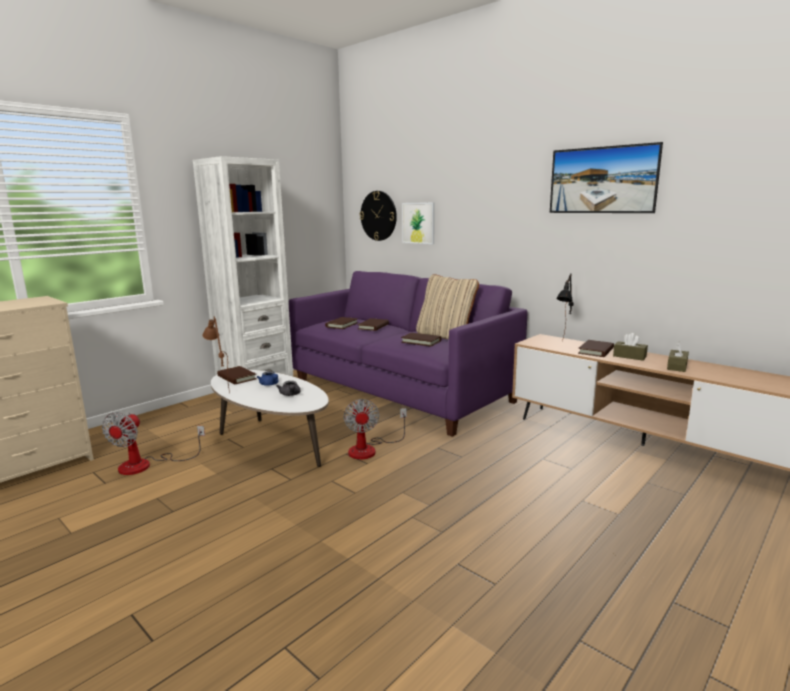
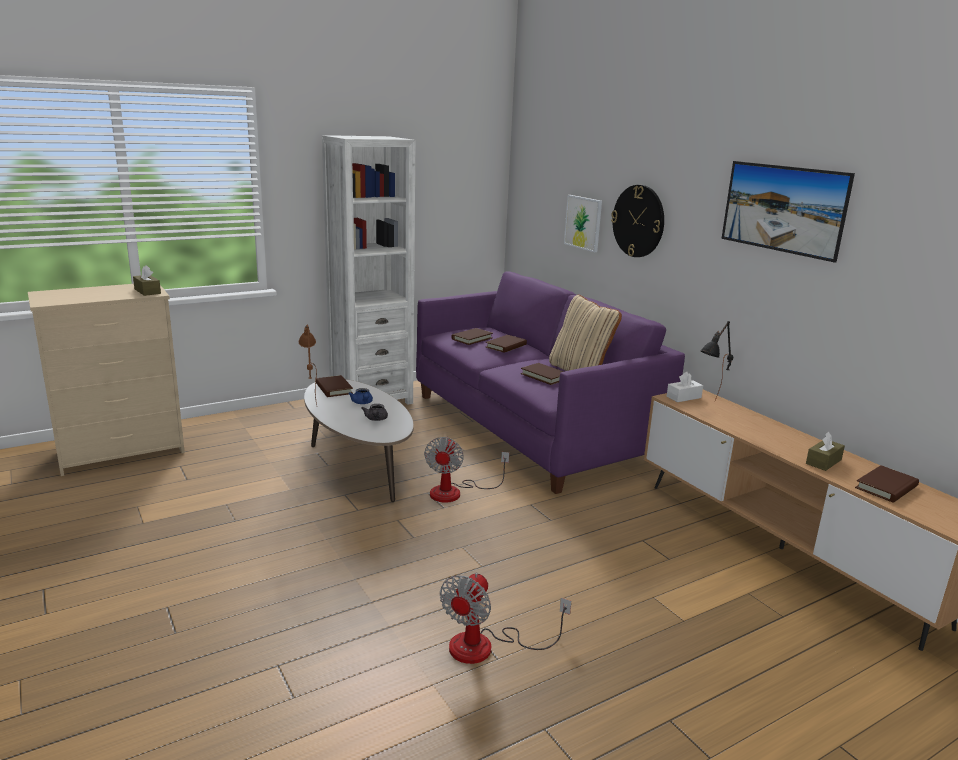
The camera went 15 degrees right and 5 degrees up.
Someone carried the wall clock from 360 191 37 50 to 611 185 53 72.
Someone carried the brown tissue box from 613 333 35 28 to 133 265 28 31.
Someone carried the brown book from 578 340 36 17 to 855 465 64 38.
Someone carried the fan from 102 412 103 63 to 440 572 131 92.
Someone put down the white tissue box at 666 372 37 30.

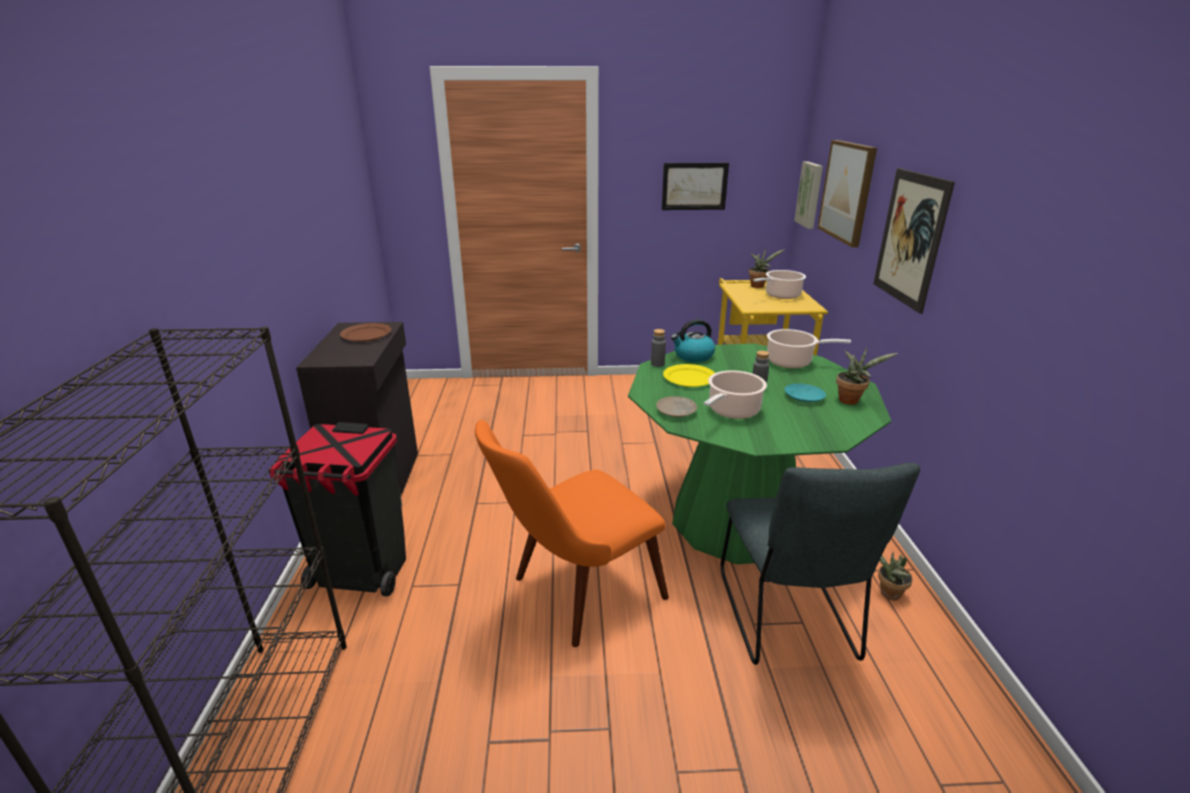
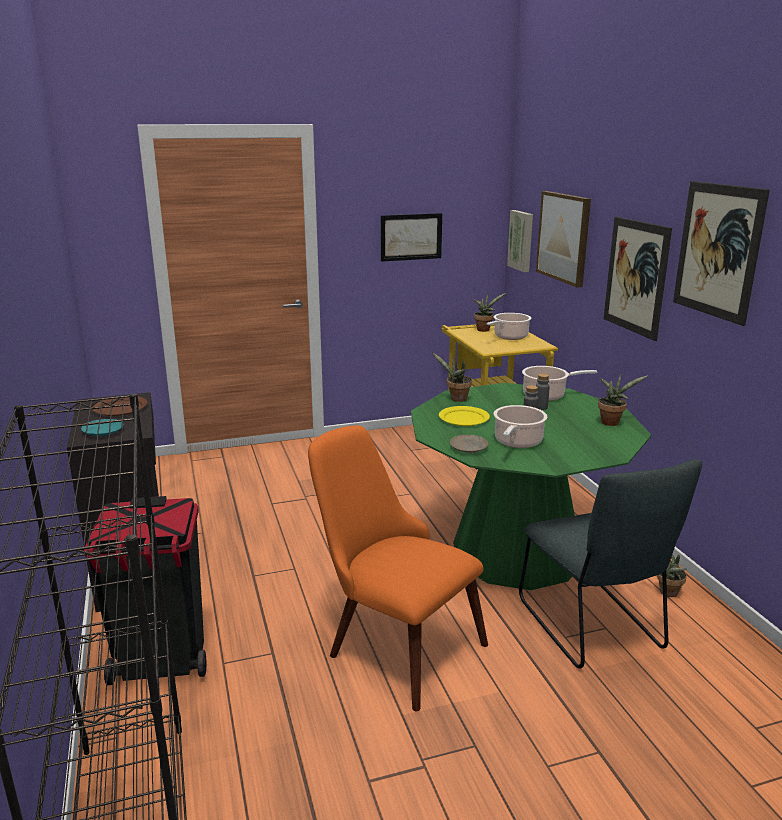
The camera went 15 degrees left and 5 degrees down.
Someone swapped the kettle at 671 319 44 43 for the potted plant at 432 353 40 49.
Someone carried the grey bottle from 651 329 15 38 to 536 373 14 37.
Someone carried the turquoise plate from 784 384 42 18 to 81 419 43 17.
Someone rotated the orange chair at 475 420 194 227 by 90 degrees clockwise.
Someone put up the picture at 673 181 97 145.

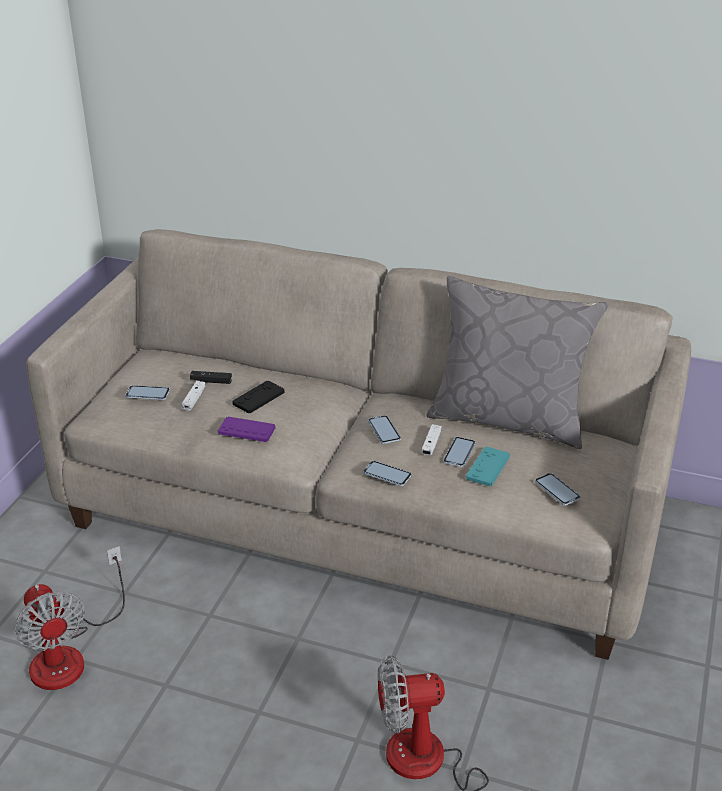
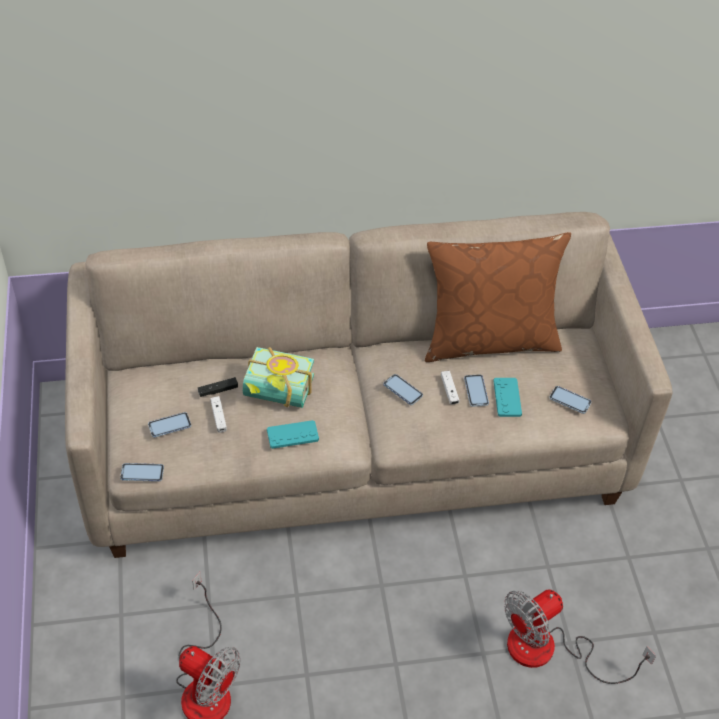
The camera went 30 degrees left and 15 degrees up.
Someone repainted the grey pillow at 426 276 182 173, which became the brown pillow at 425 232 146 130.
Someone swapped the black game controller at 233 381 51 32 for the book at 243 347 71 61.
Someone repainted the purple game controller at 218 417 57 25, which became the turquoise game controller at 267 420 52 29.
Someone carried the phone from 363 461 49 25 to 120 463 44 19.

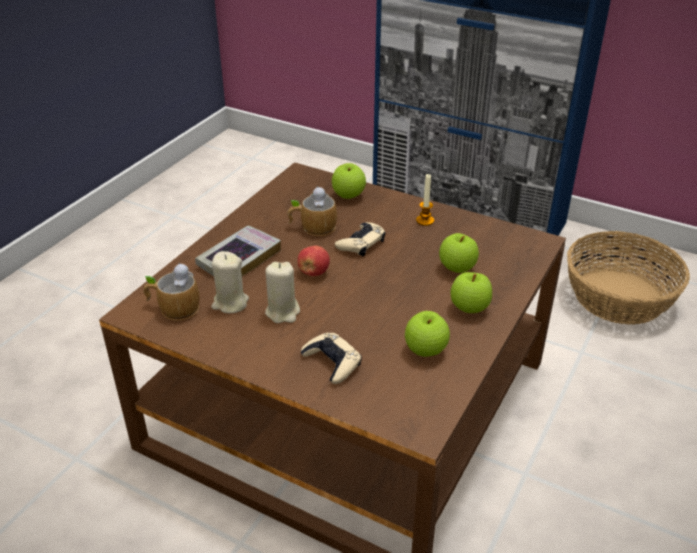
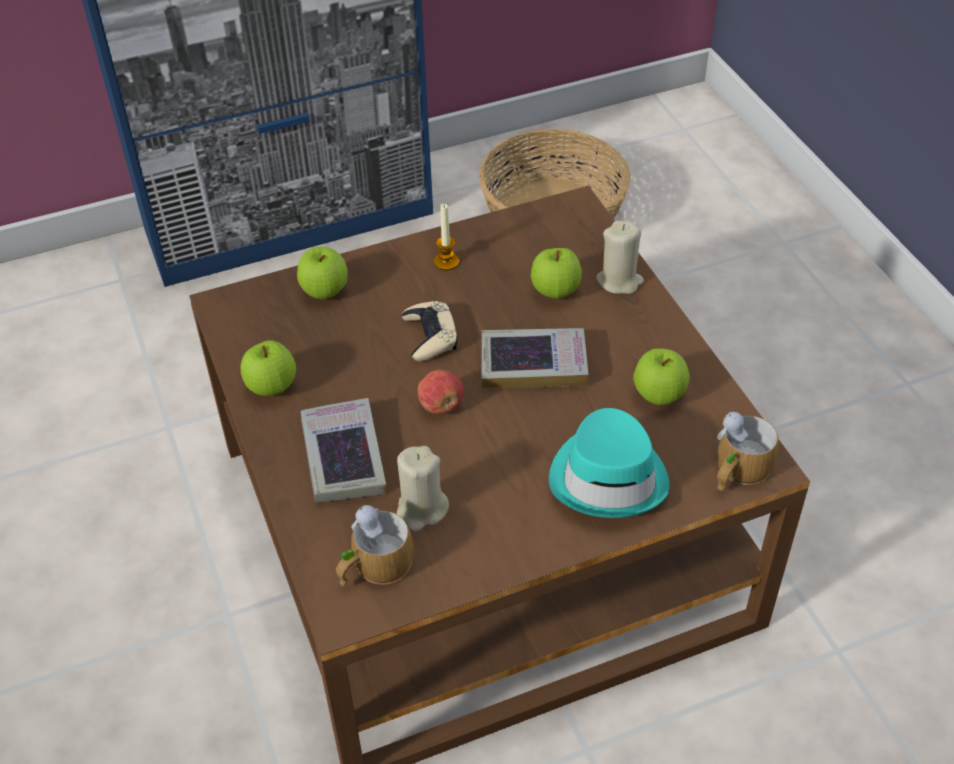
The camera went 50 degrees left and 10 degrees up.
Someone carried the mug from 287 186 50 50 to 717 412 62 79.
Someone carried the beige candle from 265 262 35 61 to 596 221 48 73.
Someone carried the apple from 451 272 41 41 to 241 340 55 56.
Someone swapped the beige game controller at 301 333 61 51 for the turquoise hat at 549 408 121 110.
Someone put down the book at 482 328 106 60.

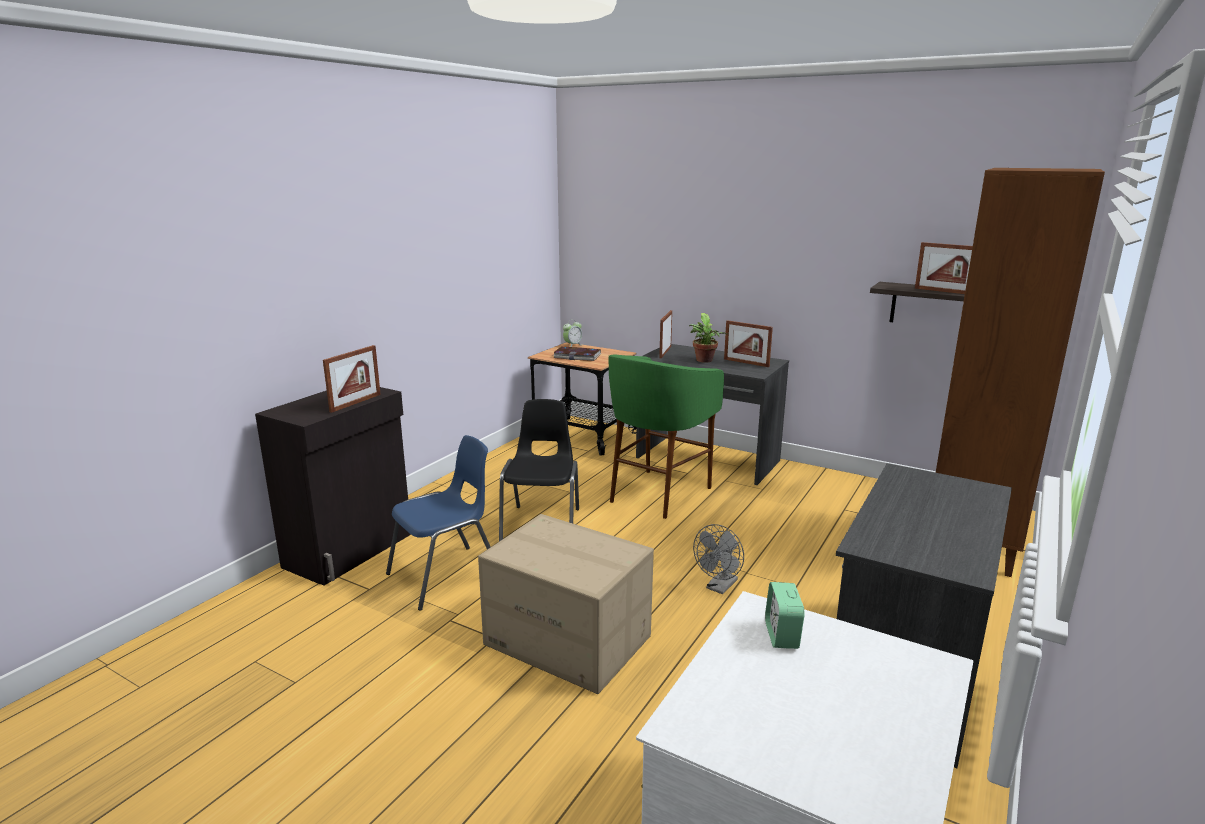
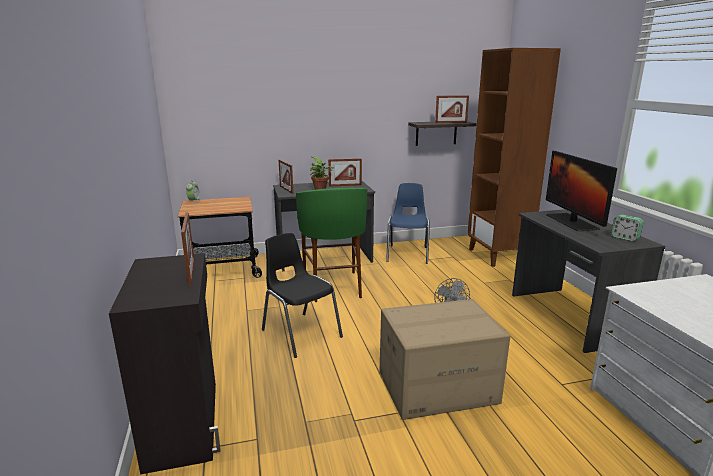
The camera went 45 degrees left and 0 degrees up.
Someone took away the book at 553 347 49 14.
Someone carried the blue chair from 386 435 105 176 to 386 183 44 81.
Someone carried the alarm clock from 765 582 40 67 to 611 215 32 26.
Someone put down the monitor at 546 151 71 80.

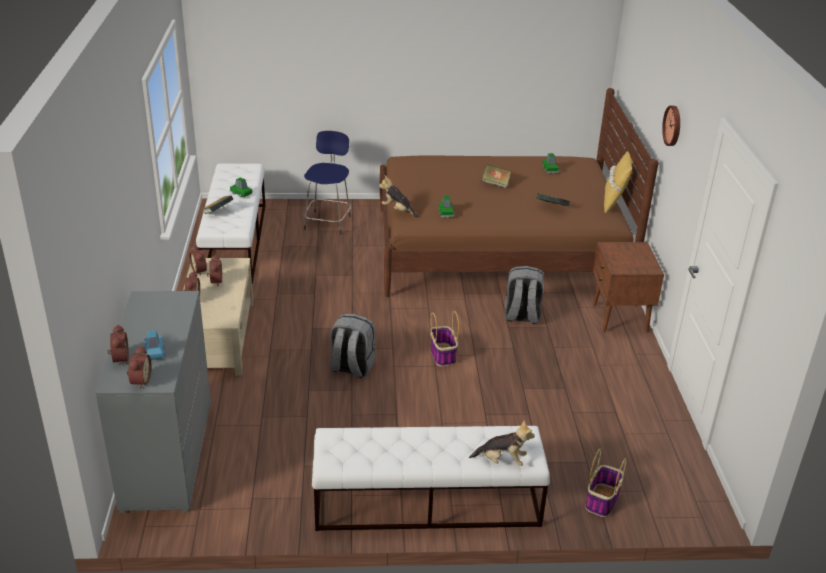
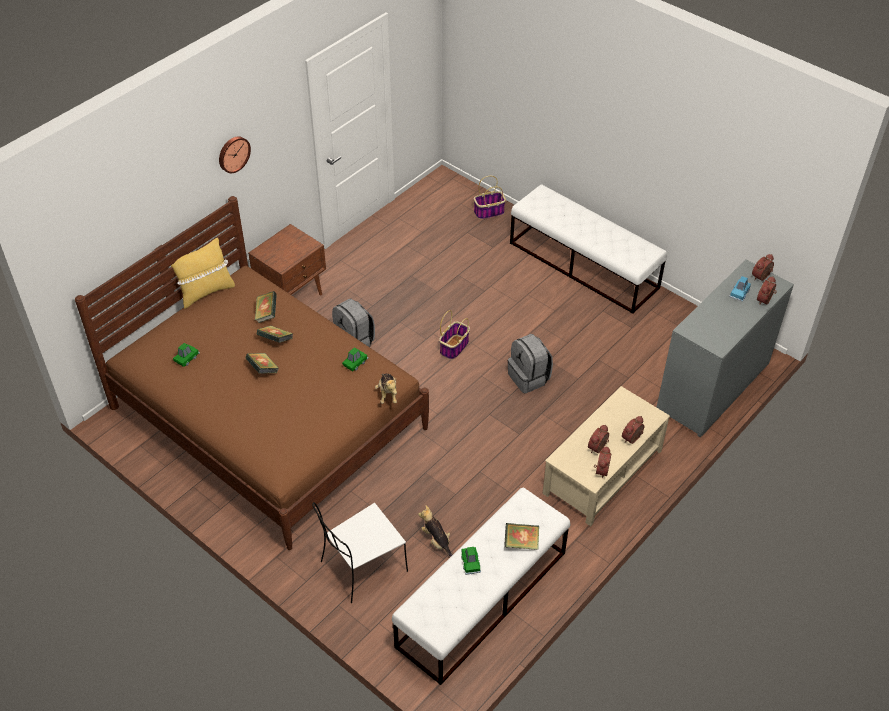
The camera went 135 degrees left and 15 degrees up.
Someone swapped the blue stool at 304 131 47 103 for the white chair at 312 502 96 101.
Someone carried the plush toy from 469 421 66 45 to 418 505 35 52.
Someone put down the book at 257 326 36 17.

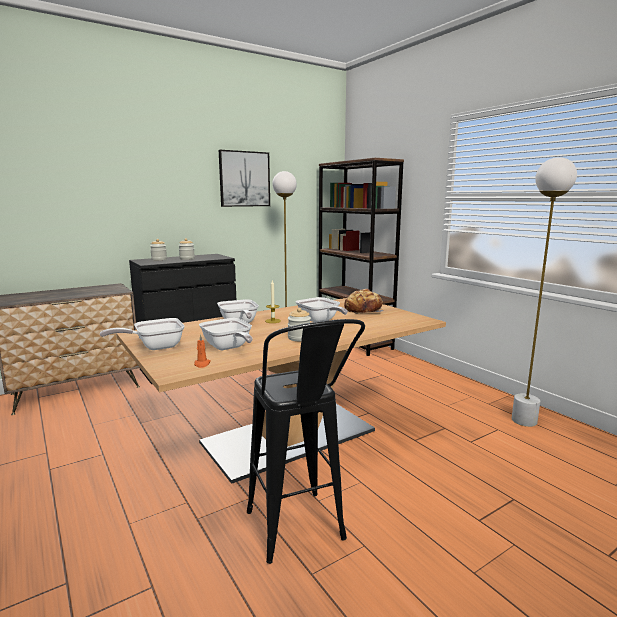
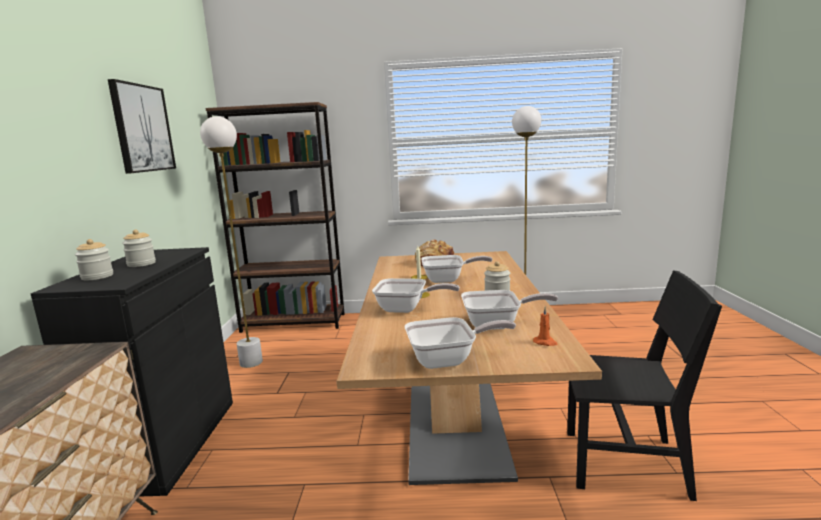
The camera went 55 degrees left and 0 degrees up.
Someone rotated the frying pan at 100 318 85 32 by 105 degrees counterclockwise.
Someone swapped the black stool at 247 319 118 245 for the black chair at 567 270 155 231.

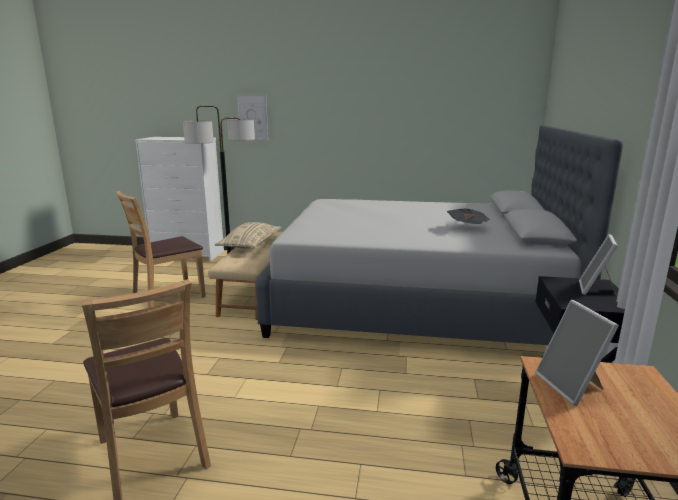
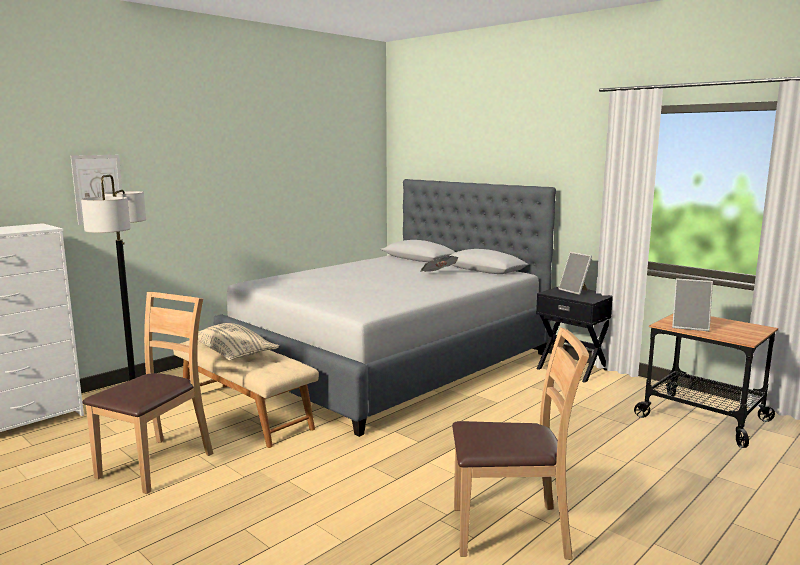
The camera went 55 degrees left and 5 degrees down.
Someone rotated the brown chair at 116 190 90 118 by 150 degrees counterclockwise.

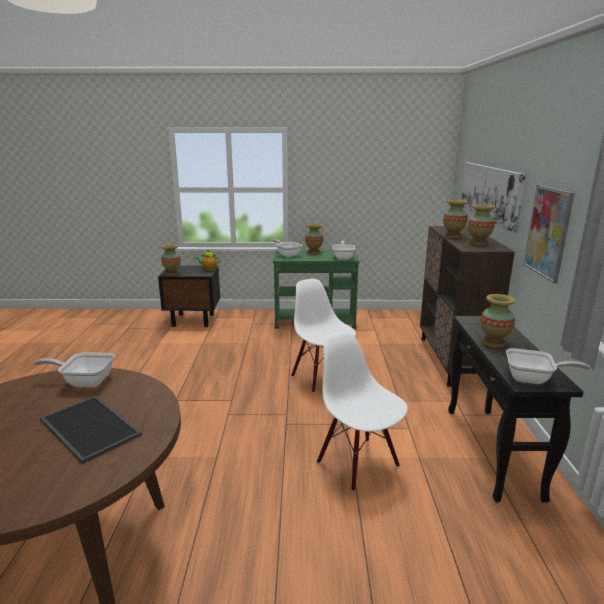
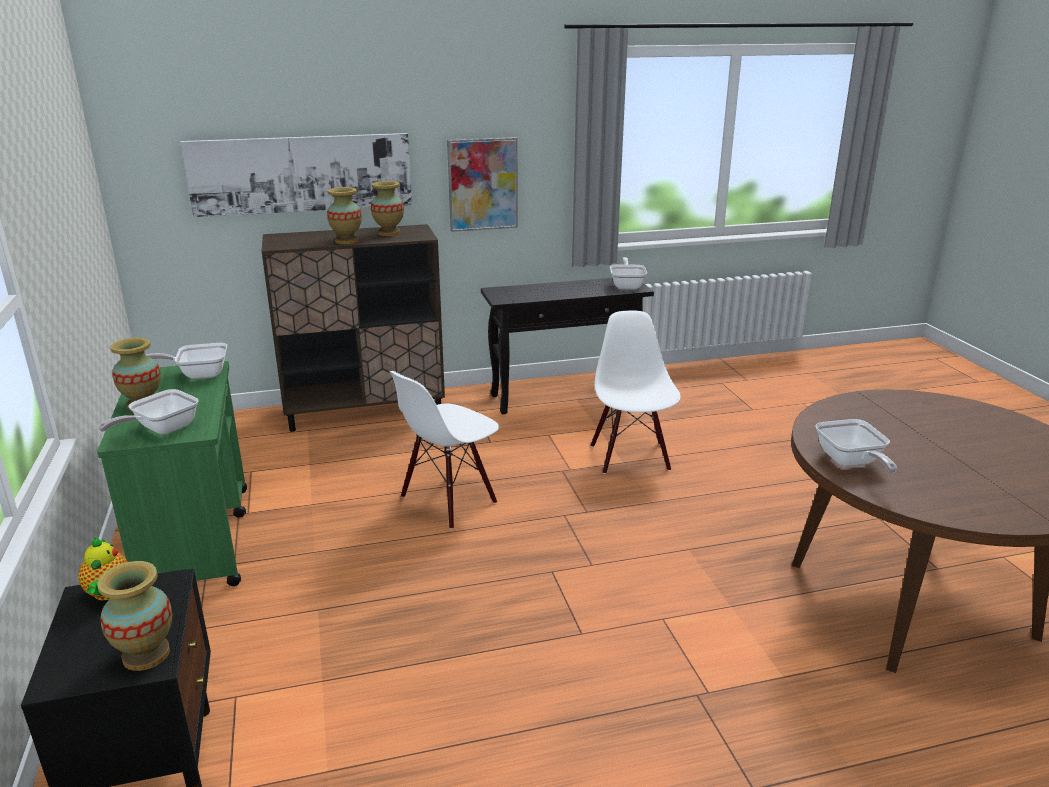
The camera went 105 degrees left and 5 degrees up.
Someone took away the vase at 480 294 35 54.
Someone rotated the white chair at 317 331 91 161 by 135 degrees clockwise.
Someone took away the tray at 40 396 102 68.

